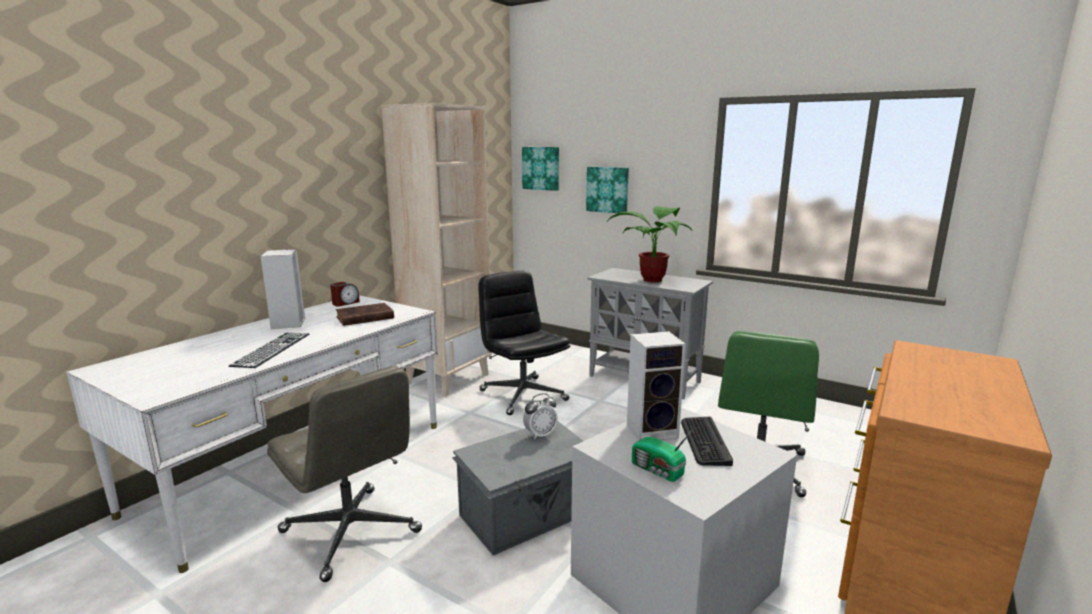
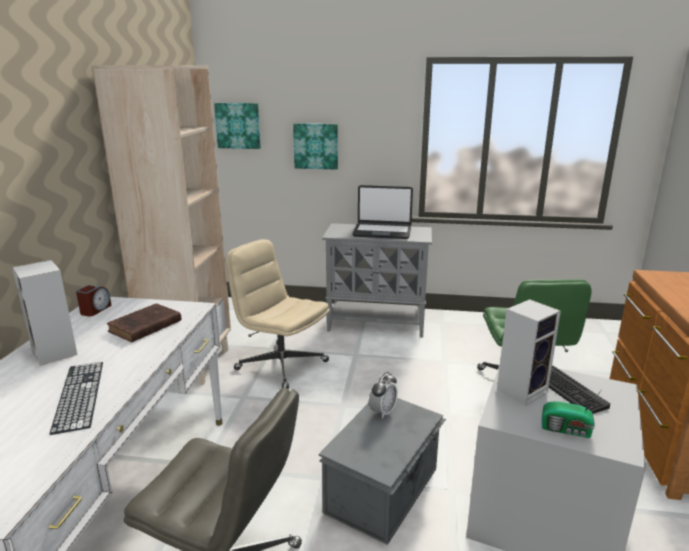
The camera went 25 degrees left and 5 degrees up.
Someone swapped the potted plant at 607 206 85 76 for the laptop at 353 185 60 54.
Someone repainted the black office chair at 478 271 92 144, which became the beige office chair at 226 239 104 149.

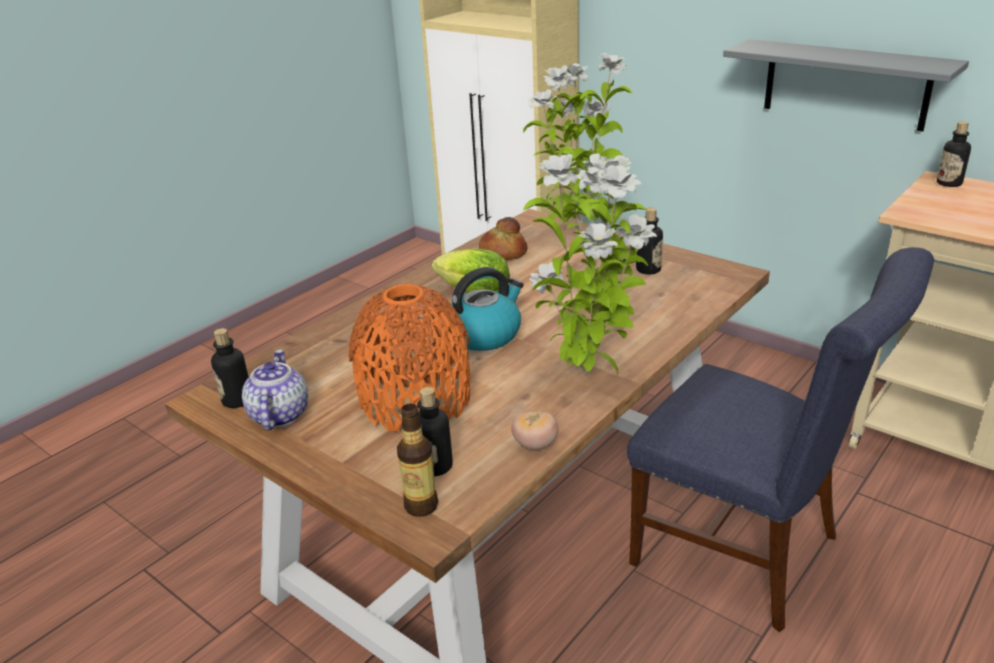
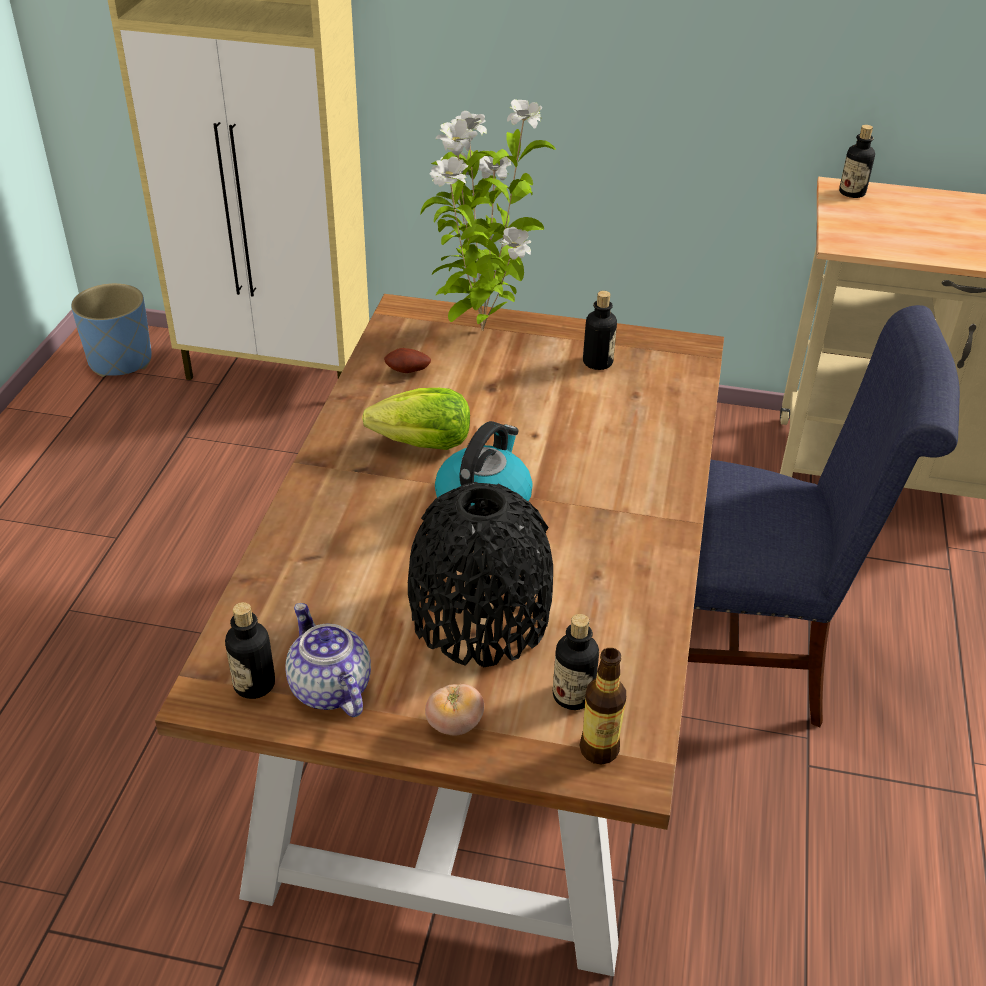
The camera went 30 degrees left and 10 degrees up.
Someone took away the grey shelf at 723 39 246 93.
Someone took away the potted plant at 523 154 134 223.
Someone swapped the bread at 479 217 48 43 for the potato at 384 348 47 25.
Someone repainted the orange vase at 349 284 121 147, which became the black vase at 408 482 145 185.
Someone carried the tomato from 511 411 47 39 to 425 684 59 52.
Someone put down the blue planter at 71 283 81 94.

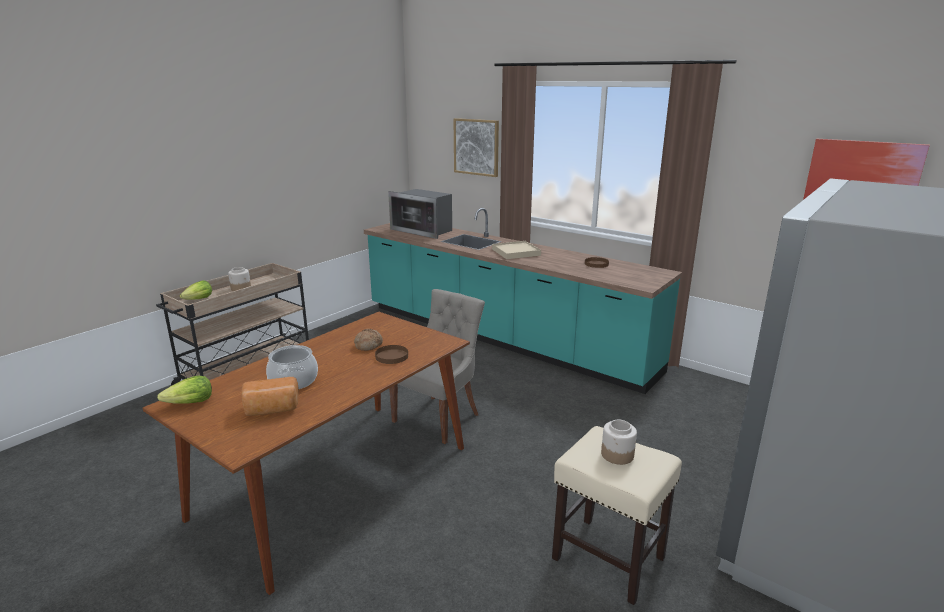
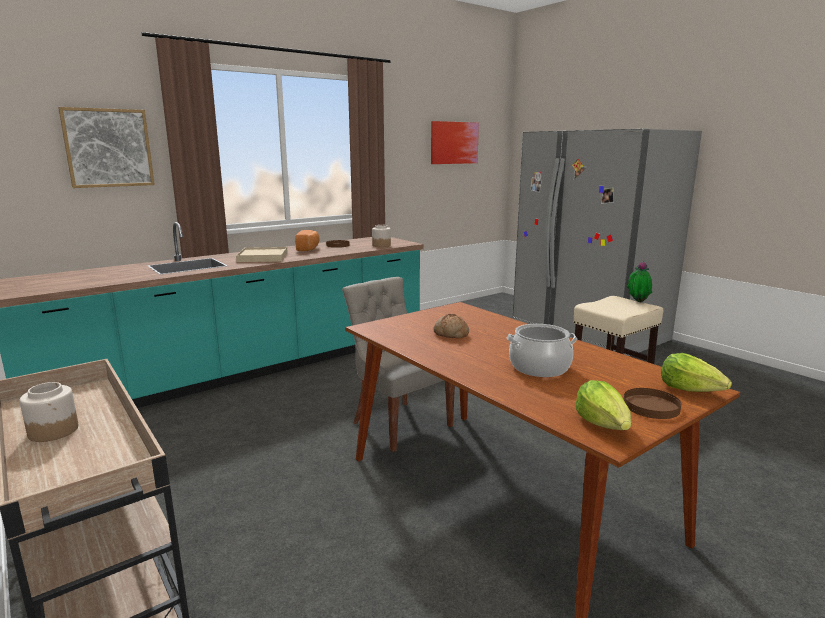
The camera went 75 degrees left and 5 degrees down.
Someone took away the microwave at 388 189 64 50.
Someone carried the lettuce from 179 280 33 20 to 661 353 71 39.
Someone carried the brown plate from 375 345 33 19 to 624 388 57 31.
Someone carried the bread from 241 377 58 39 to 295 230 25 21.
Someone carried the jar from 601 420 36 45 to 372 225 19 22.
Someone put down the potted plant at 627 261 25 41.

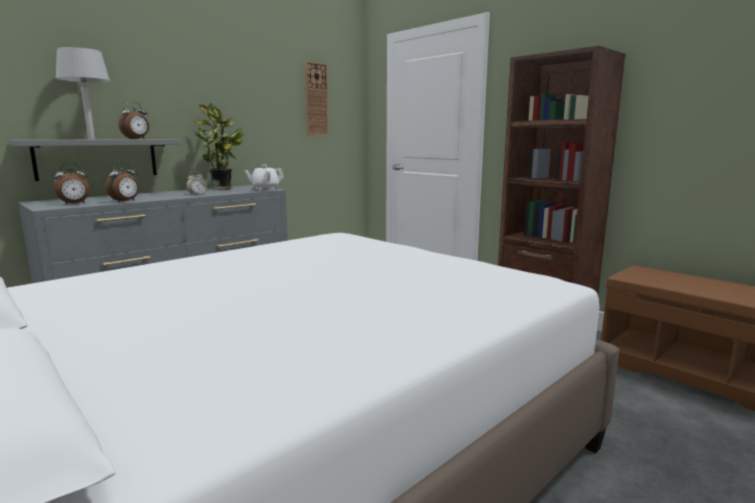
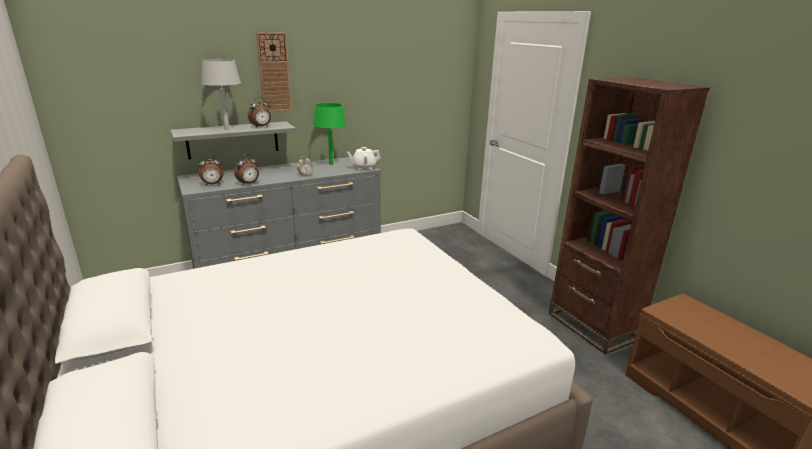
The camera went 15 degrees right and 10 degrees up.
Someone carried the wall clock from 305 61 24 75 to 256 32 36 80.
Someone swapped the potted plant at 194 103 50 87 for the green table lamp at 313 103 33 62.

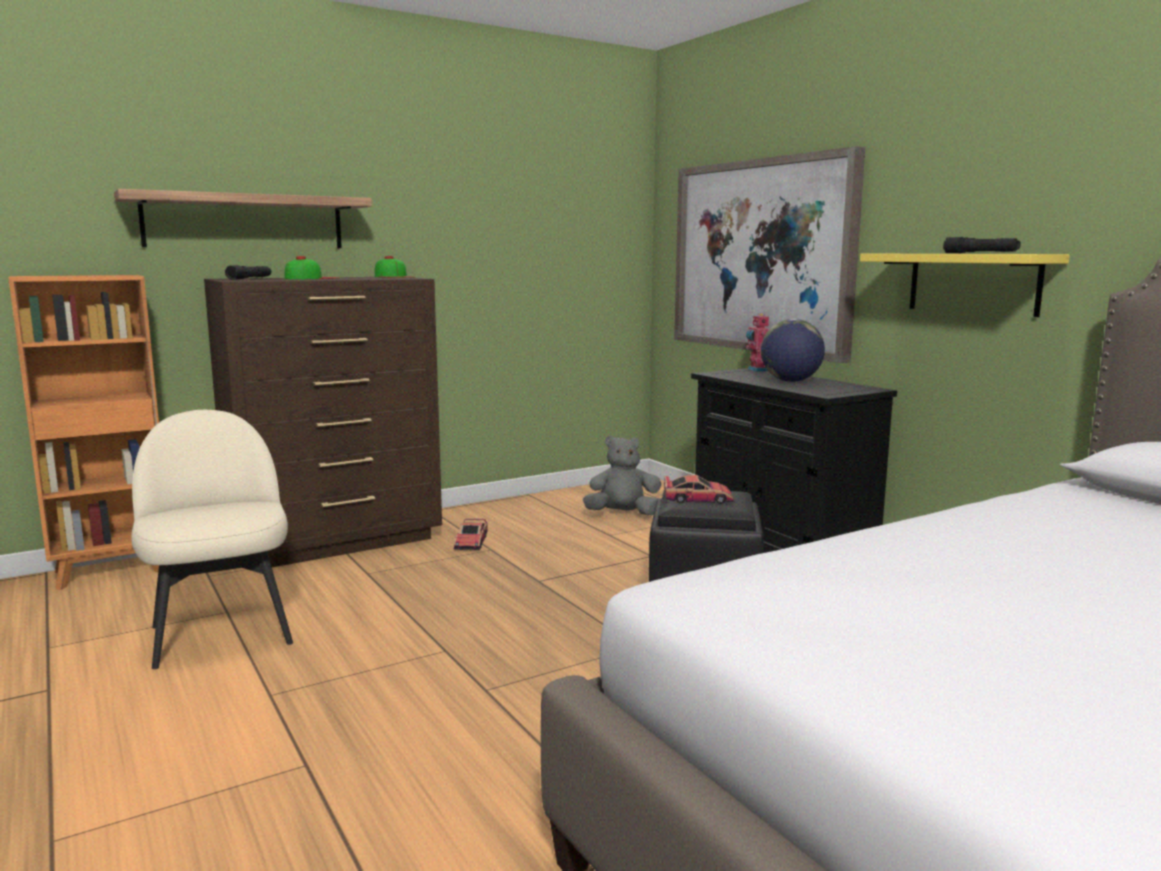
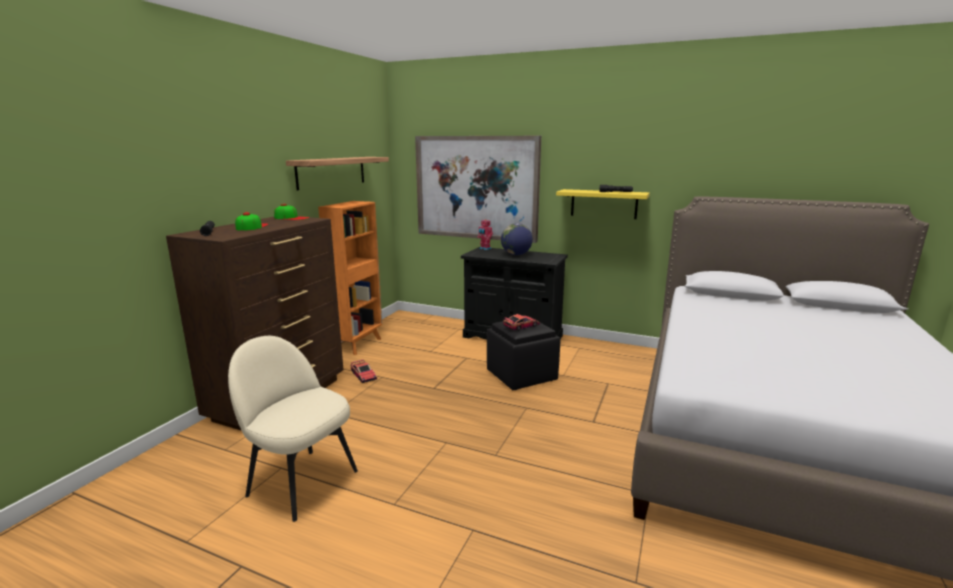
The camera went 35 degrees left and 5 degrees up.
Someone carried the shelf from 114 189 258 59 to 286 157 103 33.
Someone carried the orange bookcase from 8 275 151 315 to 318 201 64 154.
Someone took away the grey plush toy at 583 436 78 79.

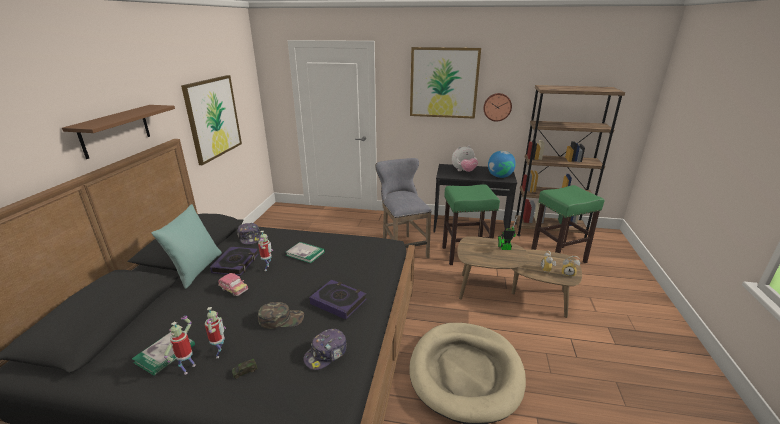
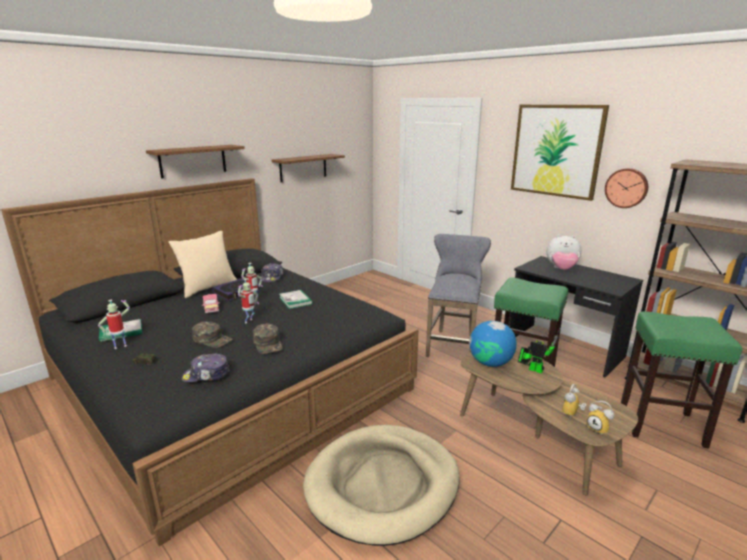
The camera went 35 degrees right and 5 degrees down.
Someone swapped the picture at 181 75 61 90 for the brown shelf at 272 154 73 28.
Someone carried the globe from 488 151 28 27 to 469 321 48 46.
Someone repainted the turquoise pillow at 152 204 70 85, which became the beige pillow at 169 231 68 67.
Someone swapped the book at 309 280 58 40 for the green cap at 253 323 30 31.
Someone carried the toy robot from 205 307 21 51 to 238 278 21 45.

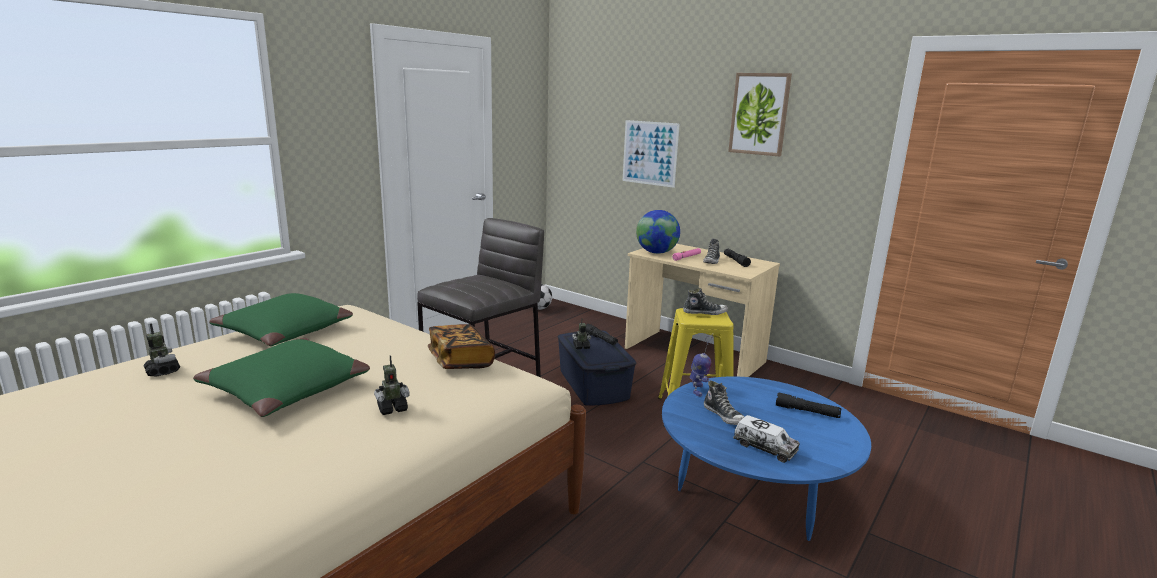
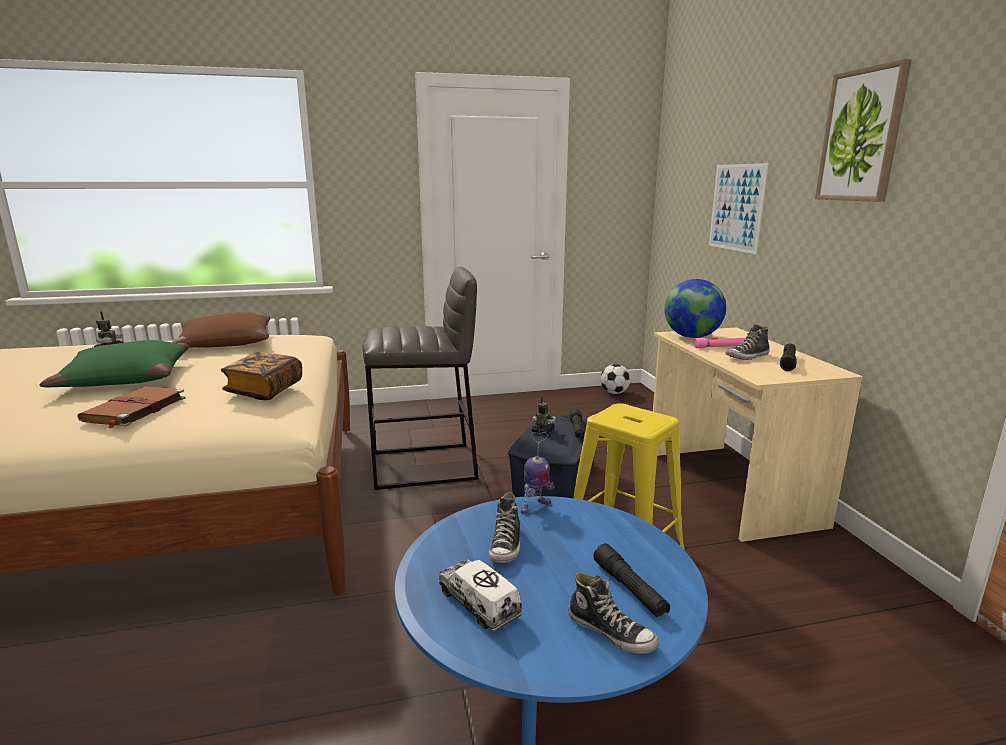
The camera went 40 degrees right and 0 degrees up.
Someone carried the shoe from 683 288 45 27 to 569 572 90 82.
Someone repainted the green pillow at 209 293 144 53, which became the brown pillow at 172 312 99 36.
Someone swapped the toy robot at 374 355 36 60 for the brown book at 77 386 109 43.
Someone rotated the toy truck at 733 415 67 48 by 150 degrees clockwise.

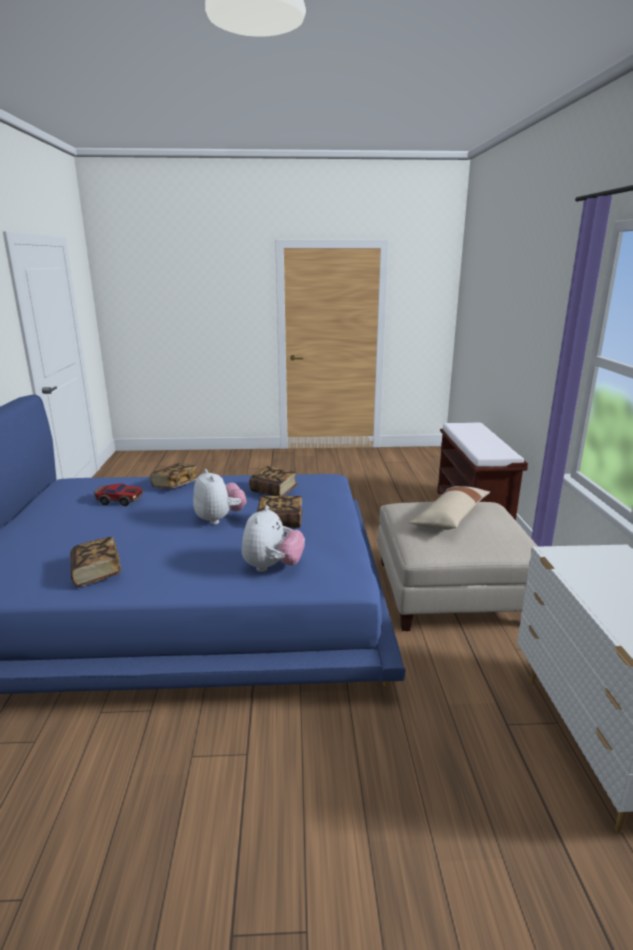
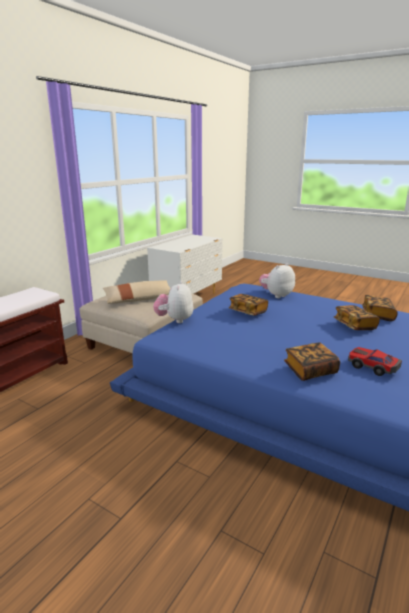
The camera went 145 degrees left and 0 degrees up.
Someone carried the book from 249 466 49 30 to 334 305 46 25.
Someone carried the plush toy from 193 469 53 56 to 153 281 40 42.

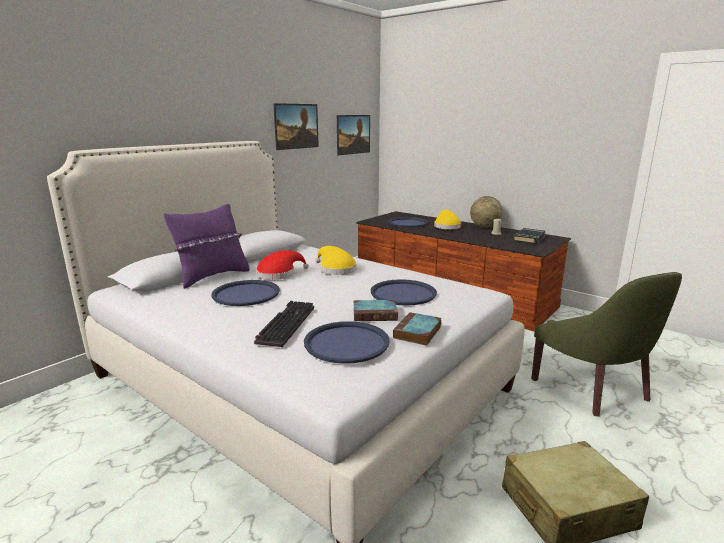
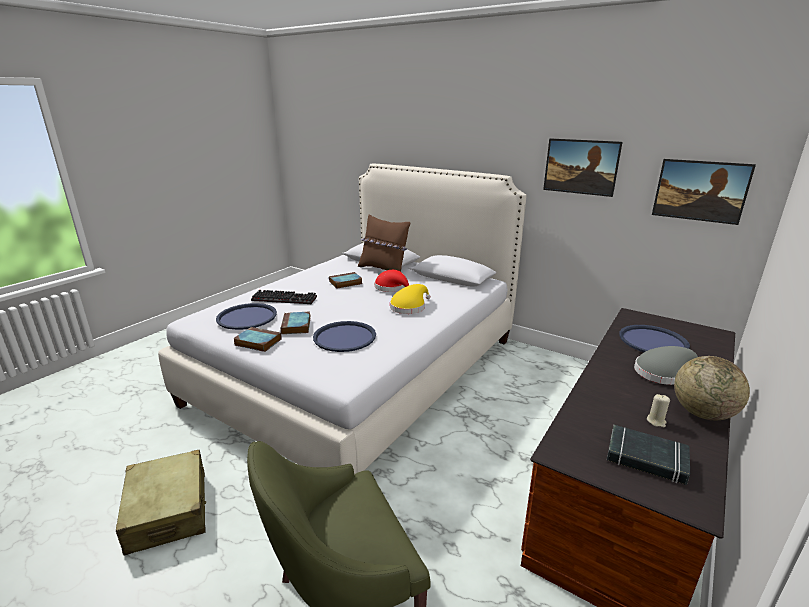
The camera went 85 degrees right and 5 degrees up.
Someone repainted the purple pillow at 164 204 85 85, which became the brown pillow at 358 214 52 58.
Someone repainted the yellow hat at 434 209 27 20, which became the grey hat at 634 346 64 39.
Someone swapped the blue tray at 211 280 69 26 for the book at 329 272 33 17.

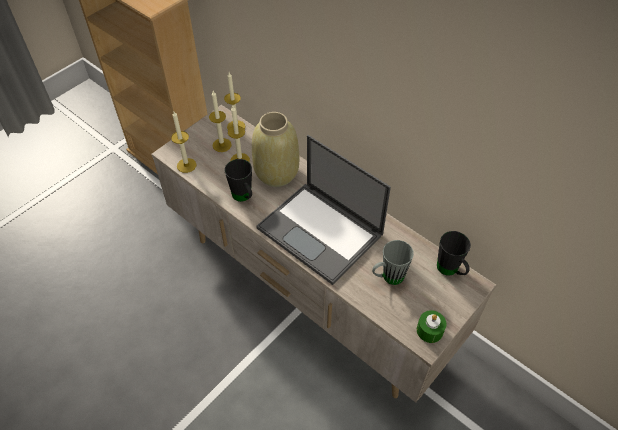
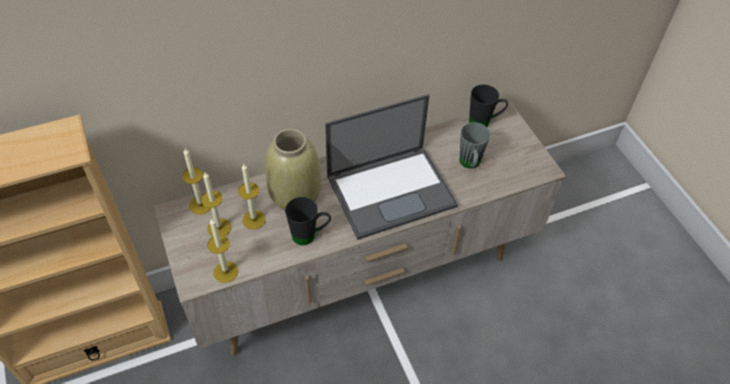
The camera went 65 degrees left and 0 degrees up.
Someone took away the green candle at 417 310 29 33.

